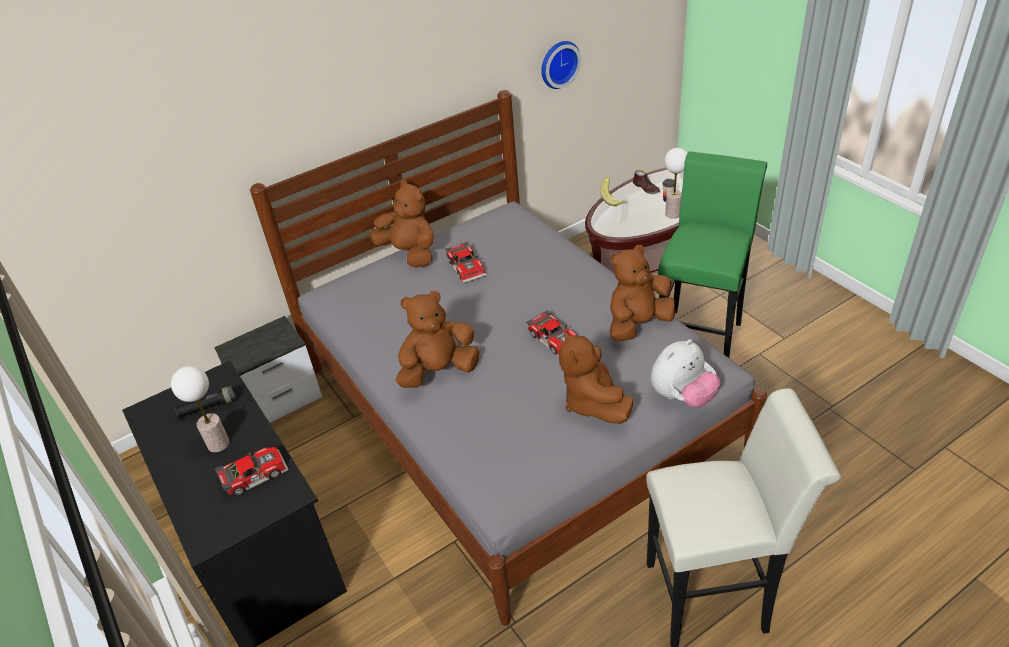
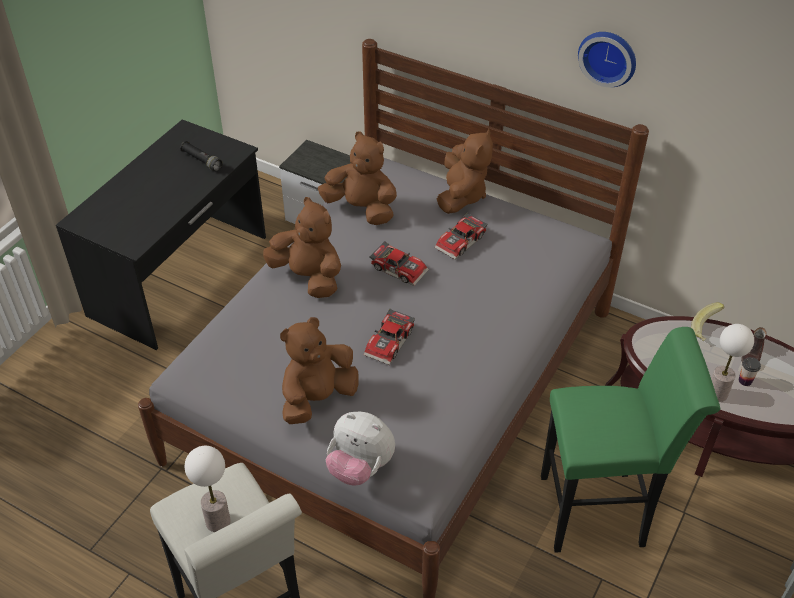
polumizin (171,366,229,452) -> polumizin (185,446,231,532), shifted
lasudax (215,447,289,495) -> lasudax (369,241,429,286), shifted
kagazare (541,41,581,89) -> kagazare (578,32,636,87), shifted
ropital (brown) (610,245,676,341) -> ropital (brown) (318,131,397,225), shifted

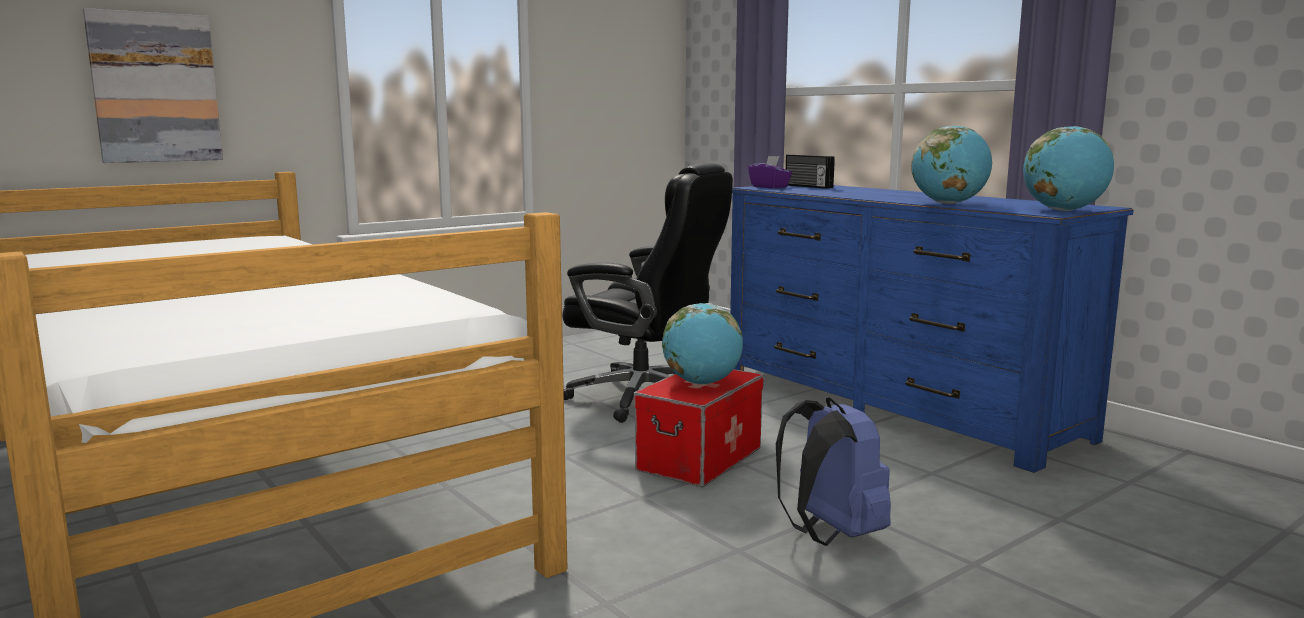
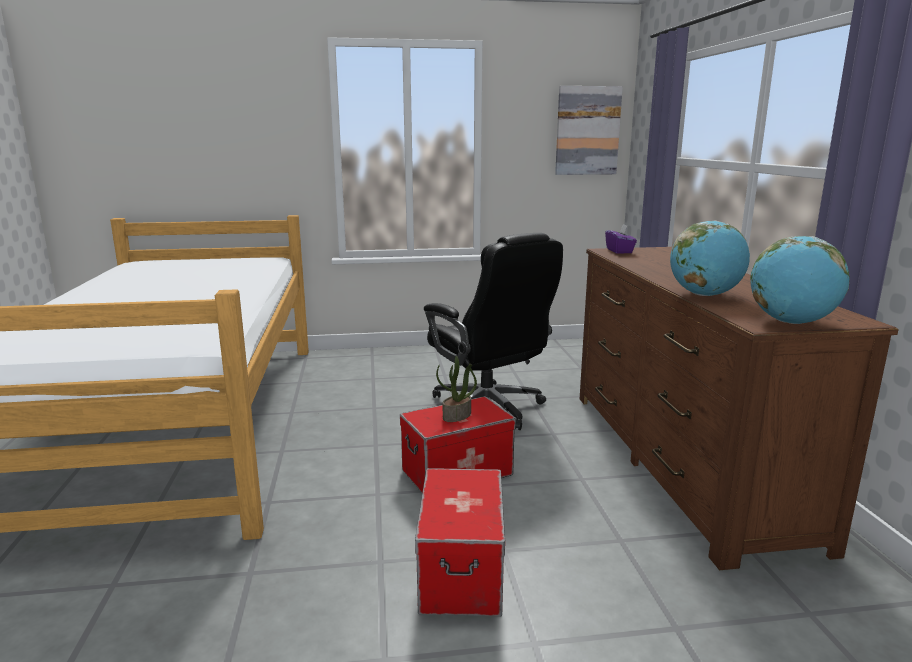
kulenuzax (786,155,835,189) -> none
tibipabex (83,8,223,163) -> tibipabex (555,86,623,175), shifted
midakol (662,303,743,384) -> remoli (436,356,477,422)
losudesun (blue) (776,397,891,546) -> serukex (415,468,505,617)
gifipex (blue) (730,185,1134,473) -> gifipex (brown) (580,247,899,570)

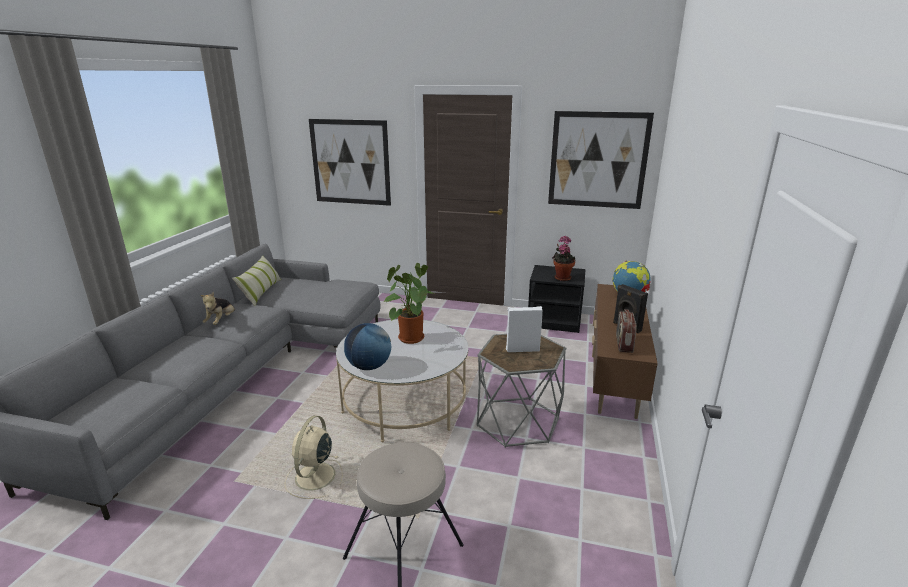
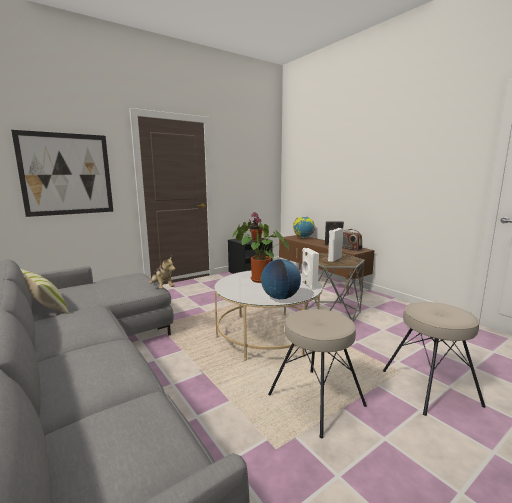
tibipabex (548,111,654,209) -> none
none -> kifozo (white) (301,248,319,289)
ropital (200,292,235,325) -> ropital (149,256,175,289), shifted
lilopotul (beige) (284,416,343,499) -> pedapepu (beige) (268,309,367,439)

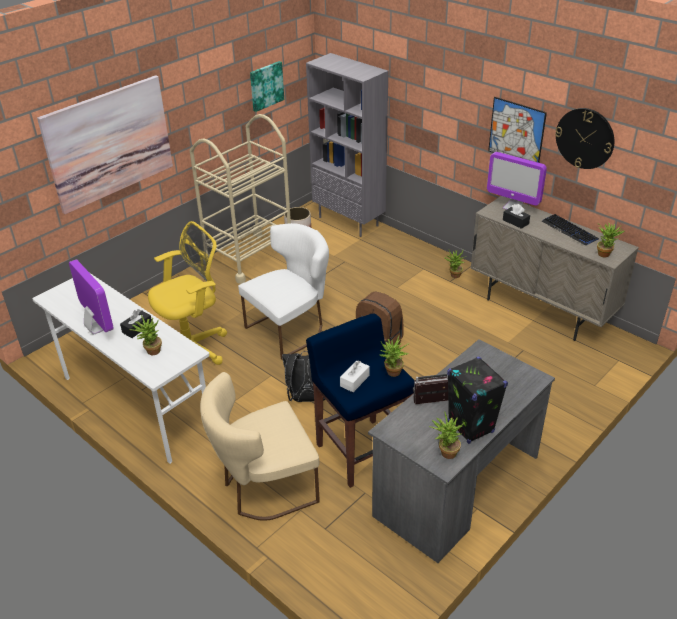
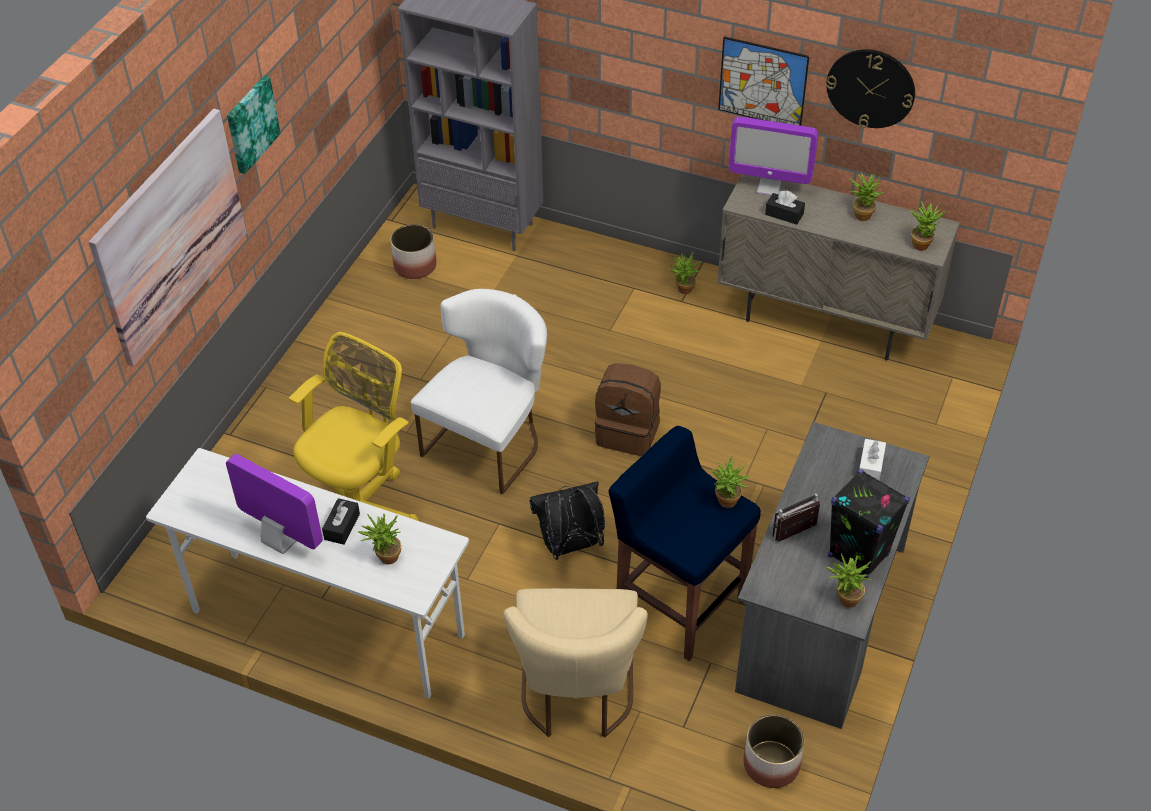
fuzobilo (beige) (190,114,291,284) -> none
none -> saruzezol (744,714,804,788)
tibipabex (250,61,284,112) -> tibipabex (227,75,281,174), shifted
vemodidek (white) (340,360,370,392) -> vemodidek (white) (859,439,886,480), shifted
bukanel (542,214,599,245) -> remoli (848,172,884,221)
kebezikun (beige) (200,372,320,521) -> kebezikun (beige) (503,588,648,738), 45 degrees counterclockwise

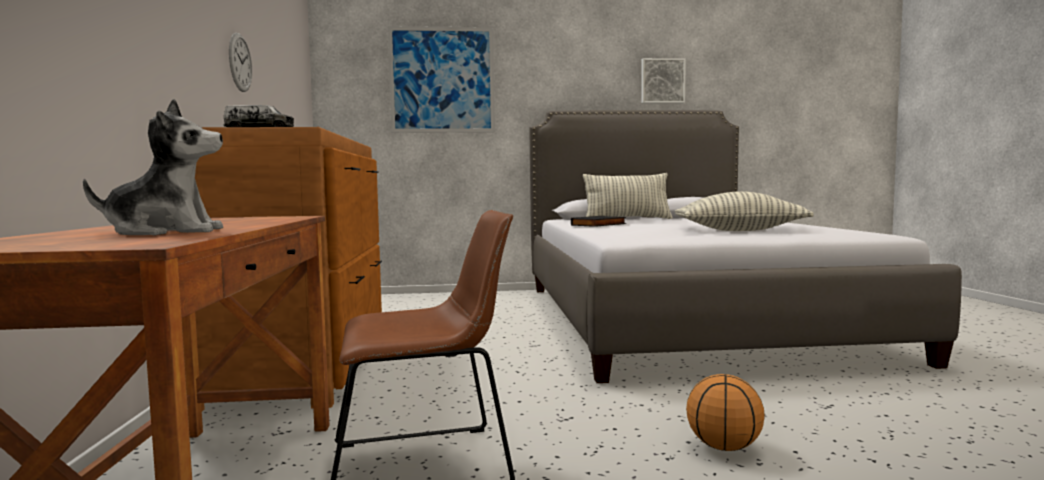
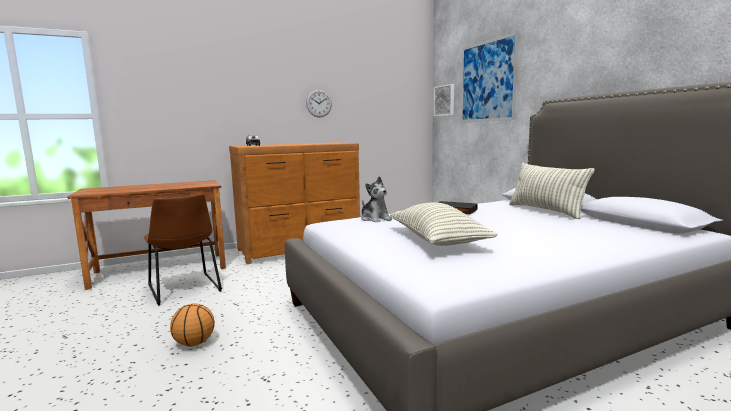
ropital (83,99,223,235) -> ropital (361,176,392,222), shifted
tibipabex (641,58,686,103) -> tibipabex (434,84,454,116), shifted

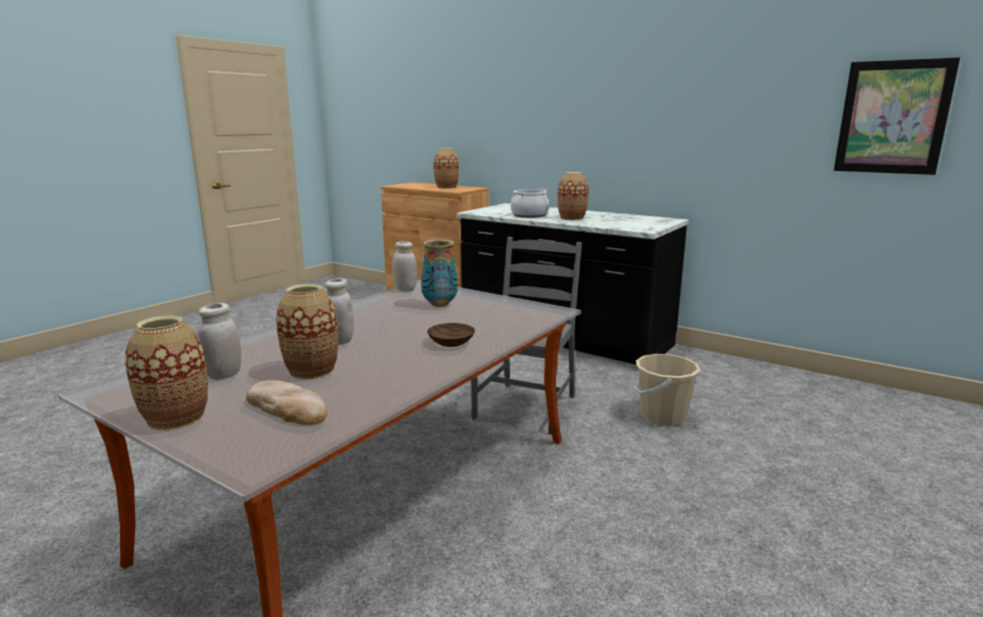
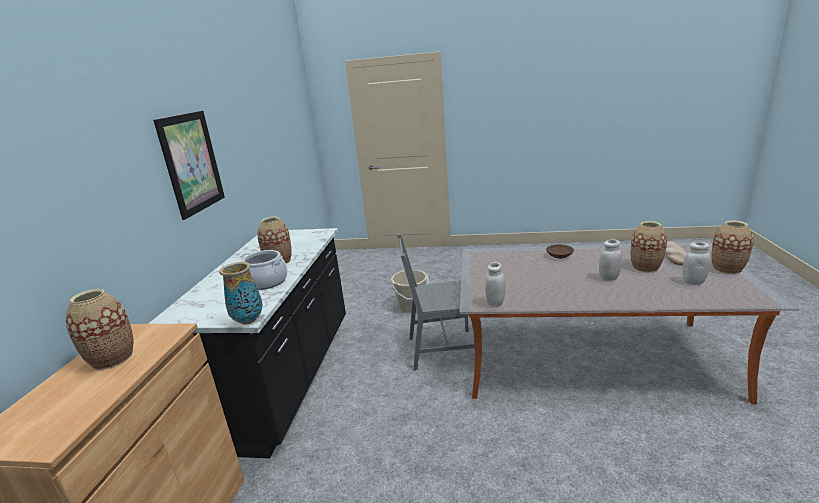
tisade (421,240,457,307) -> tisade (219,262,263,325), shifted
tibipabex (834,57,960,175) -> tibipabex (153,111,225,220), shifted

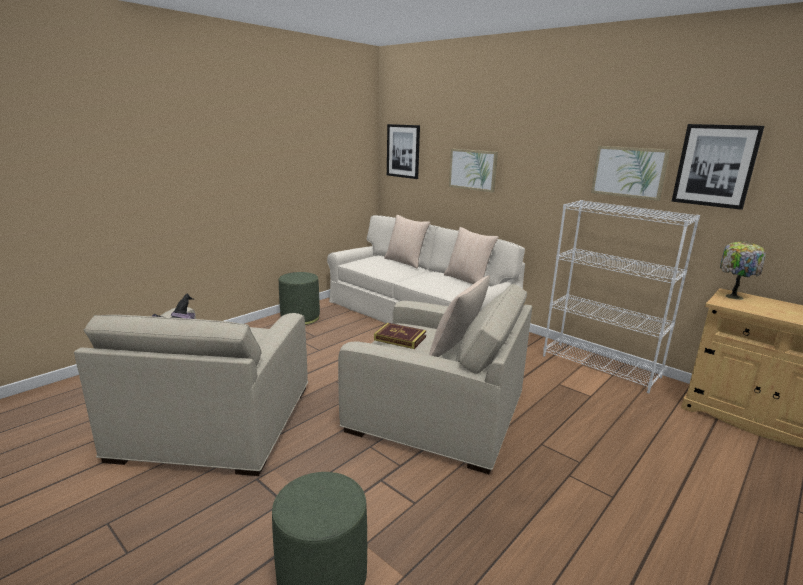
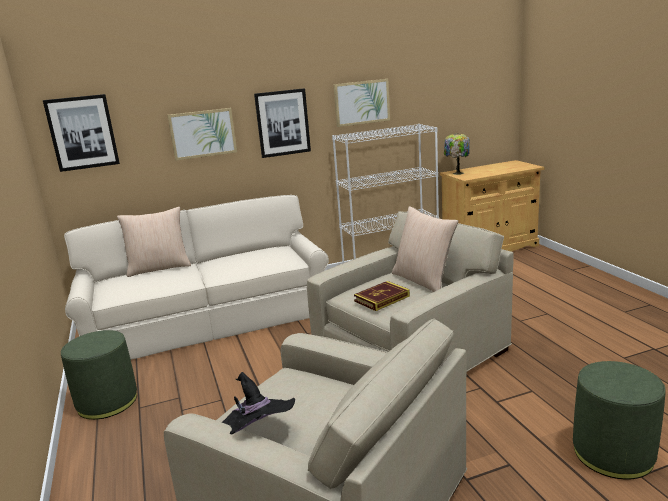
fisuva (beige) (444,227,499,284) -> none
tibipabex (672,124,764,210) -> tibipabex (254,88,311,158), shifted

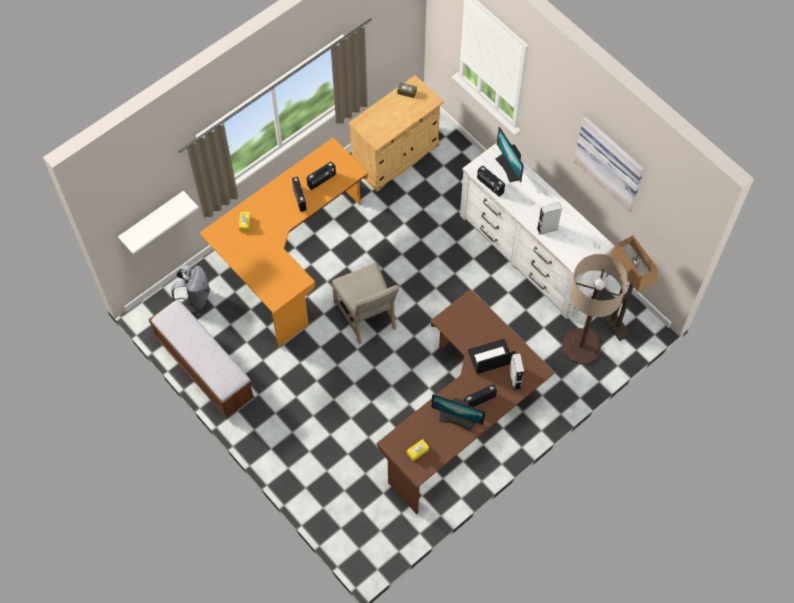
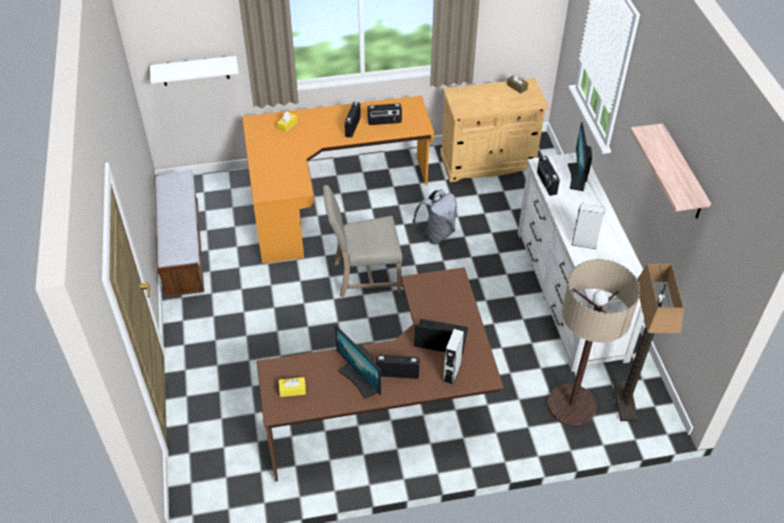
losudesun (grey) (171,265,210,310) -> losudesun (grey) (412,189,457,244), shifted
tibipabex (574,116,644,213) -> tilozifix (630,123,711,219)
kebezikun (beige) (332,262,399,344) -> kebezikun (beige) (323,185,403,297), 75 degrees clockwise

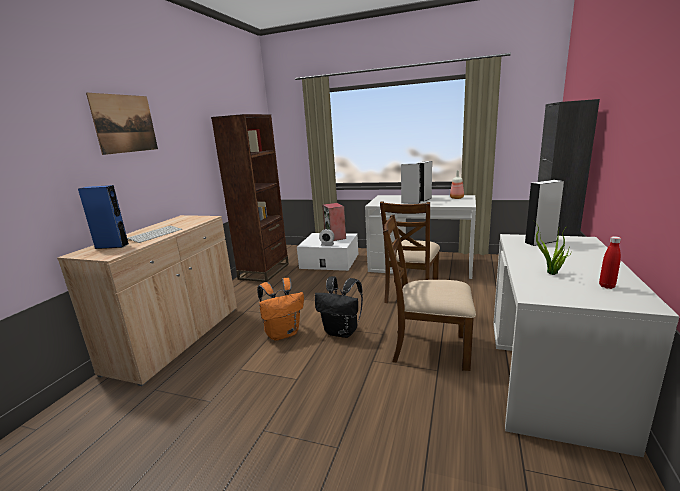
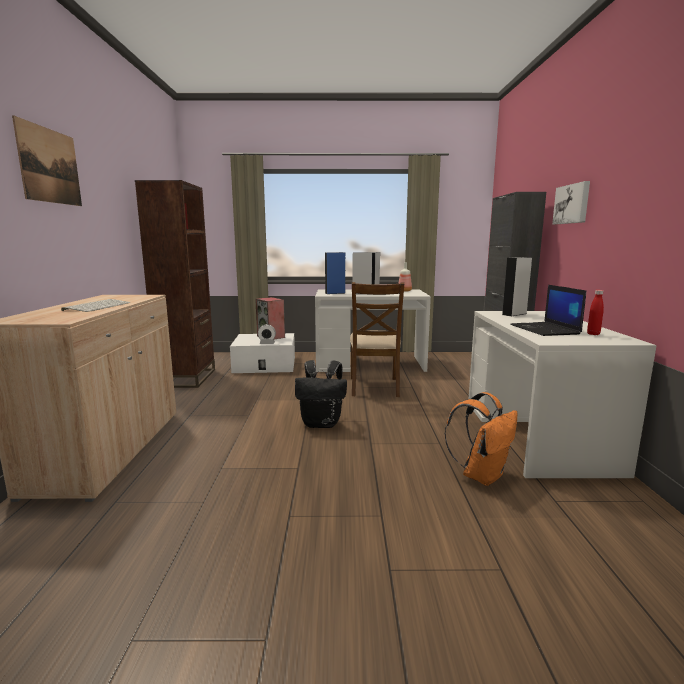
kebezikun (brown) (383,215,476,371) -> none
none -> tibipabex (552,181,590,224)
kifozo (blue) (78,185,129,249) -> kifozo (blue) (325,252,346,294), shifted
losudesun (orange) (257,278,304,341) -> losudesun (orange) (444,392,518,486), shifted
remoli (535,222,569,275) -> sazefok (510,285,586,336)

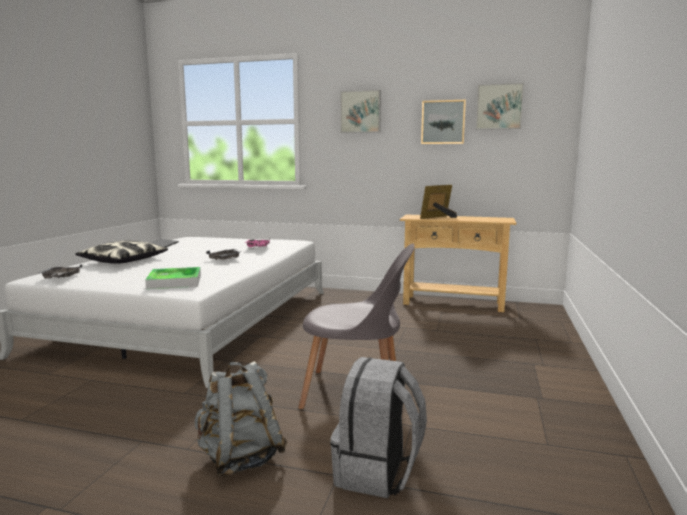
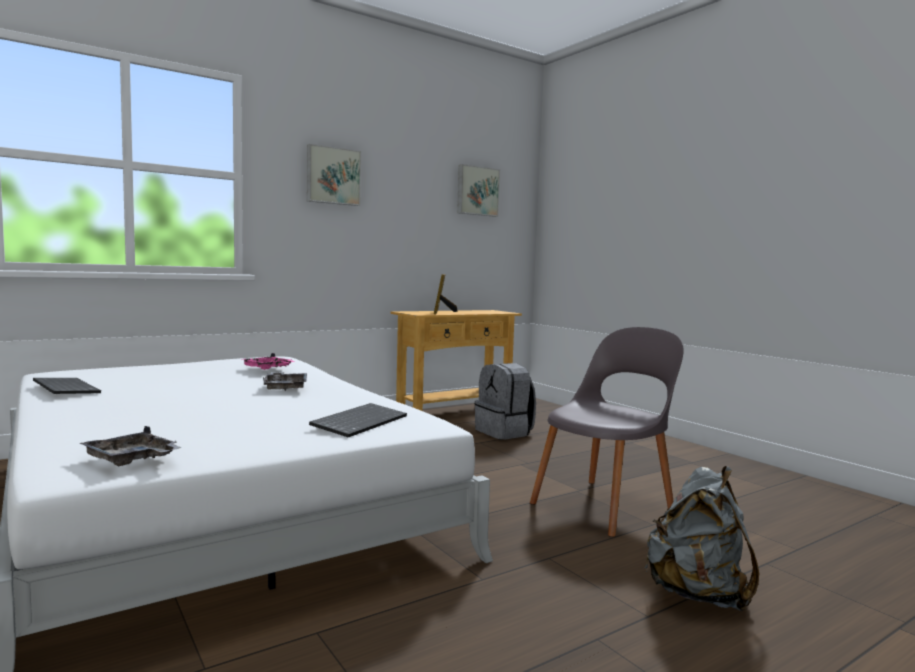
fisuva (75,240,168,264) -> none
tibipabex (421,100,466,144) -> none
losudesun (grey) (330,357,427,498) -> losudesun (grey) (474,363,536,439), shifted
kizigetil (145,267,201,289) -> bukanel (309,403,407,438)

